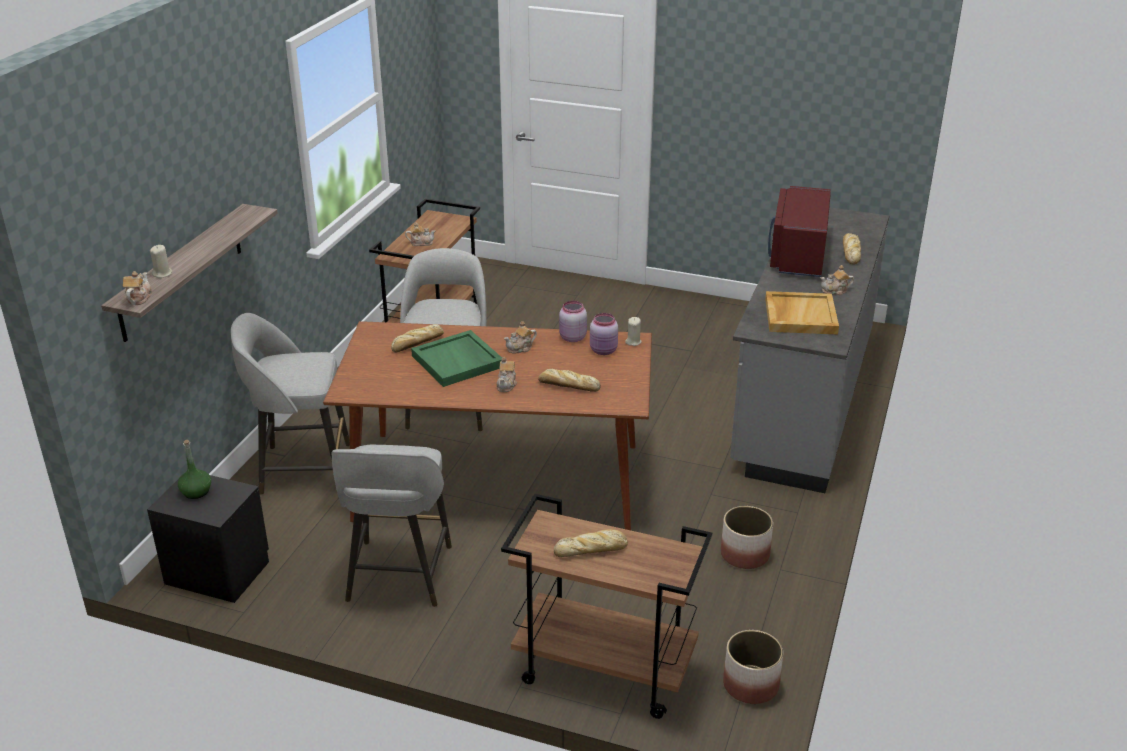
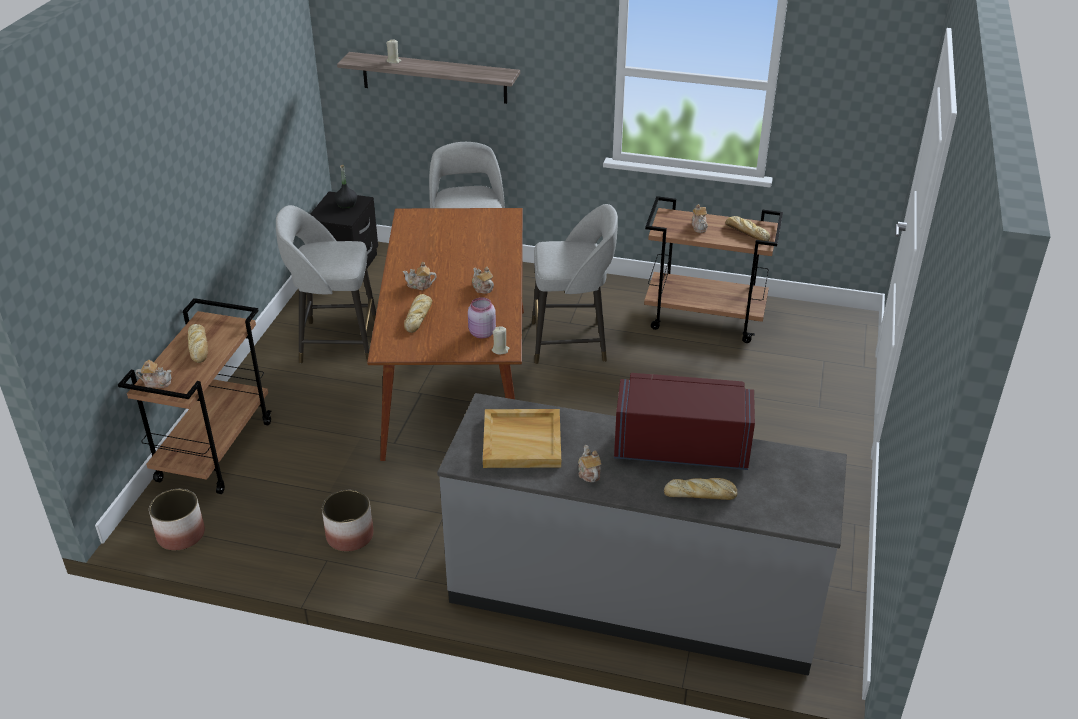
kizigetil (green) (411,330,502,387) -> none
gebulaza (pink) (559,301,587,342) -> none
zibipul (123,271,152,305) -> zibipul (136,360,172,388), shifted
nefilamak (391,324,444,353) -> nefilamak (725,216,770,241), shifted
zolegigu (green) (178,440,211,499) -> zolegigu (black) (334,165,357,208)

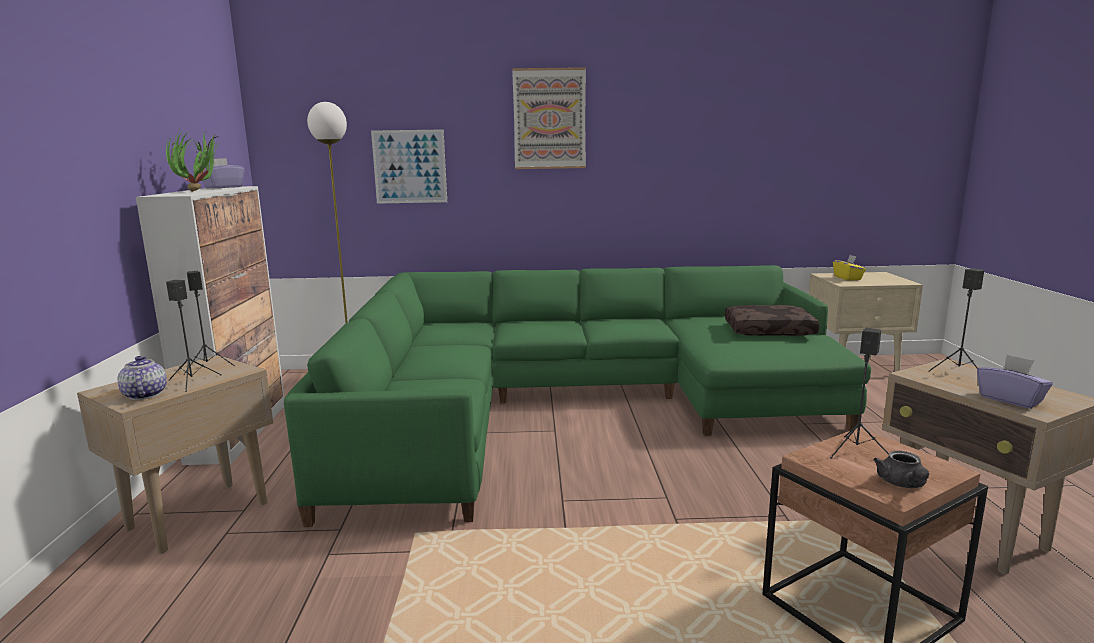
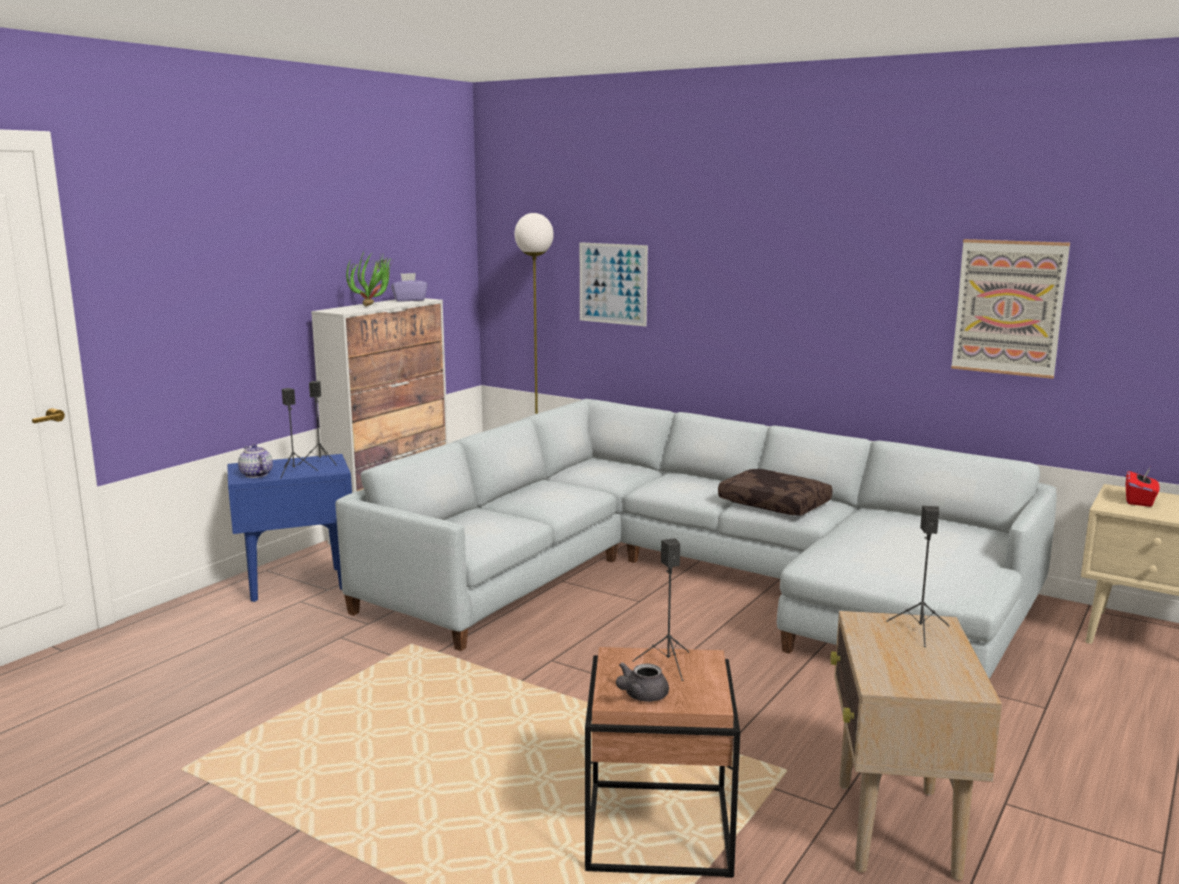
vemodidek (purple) (977,354,1053,409) -> none
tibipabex (512,67,586,169) -> tibipabex (951,239,1070,379), shifted
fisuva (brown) (725,305,820,336) -> fisuva (brown) (718,469,832,516), shifted
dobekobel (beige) (77,355,273,554) -> dobekobel (blue) (227,454,352,602)
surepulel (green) (284,265,871,527) -> surepulel (grey) (335,399,1057,679)
vemodidek (yellow) (833,255,866,281) -> vemodidek (red) (1126,467,1159,507)
zibipul (117,356,167,400) -> zibipul (238,444,273,478), 45 degrees counterclockwise

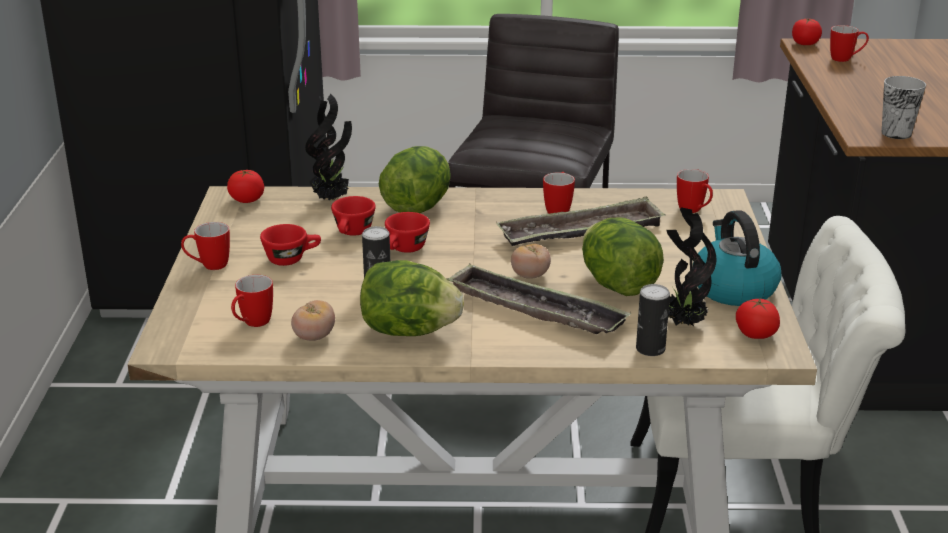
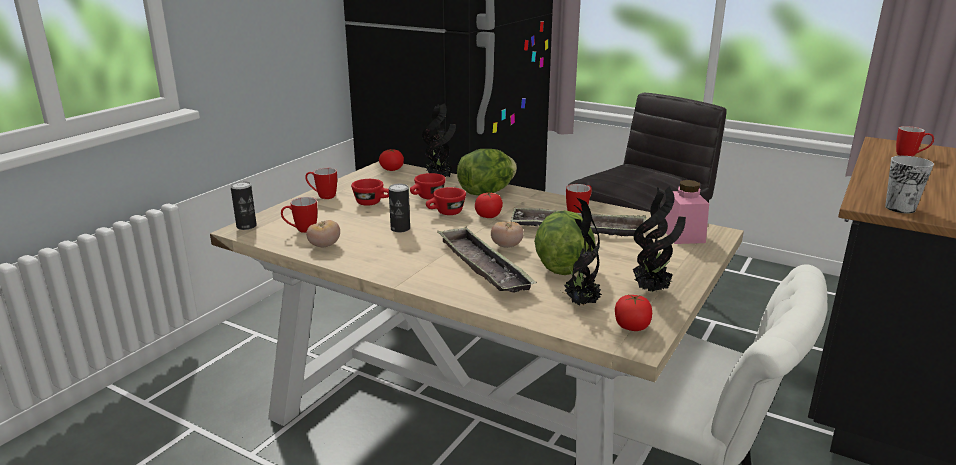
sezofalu (360,260,464,336) -> none
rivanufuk (636,284,670,356) -> rivanufuk (231,181,257,230), shifted
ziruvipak (792,19,822,45) -> ziruvipak (475,193,503,218), shifted
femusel (677,169,713,213) -> gebulaza (pink) (665,180,709,244)
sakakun (693,210,781,306) -> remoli (633,187,686,293)

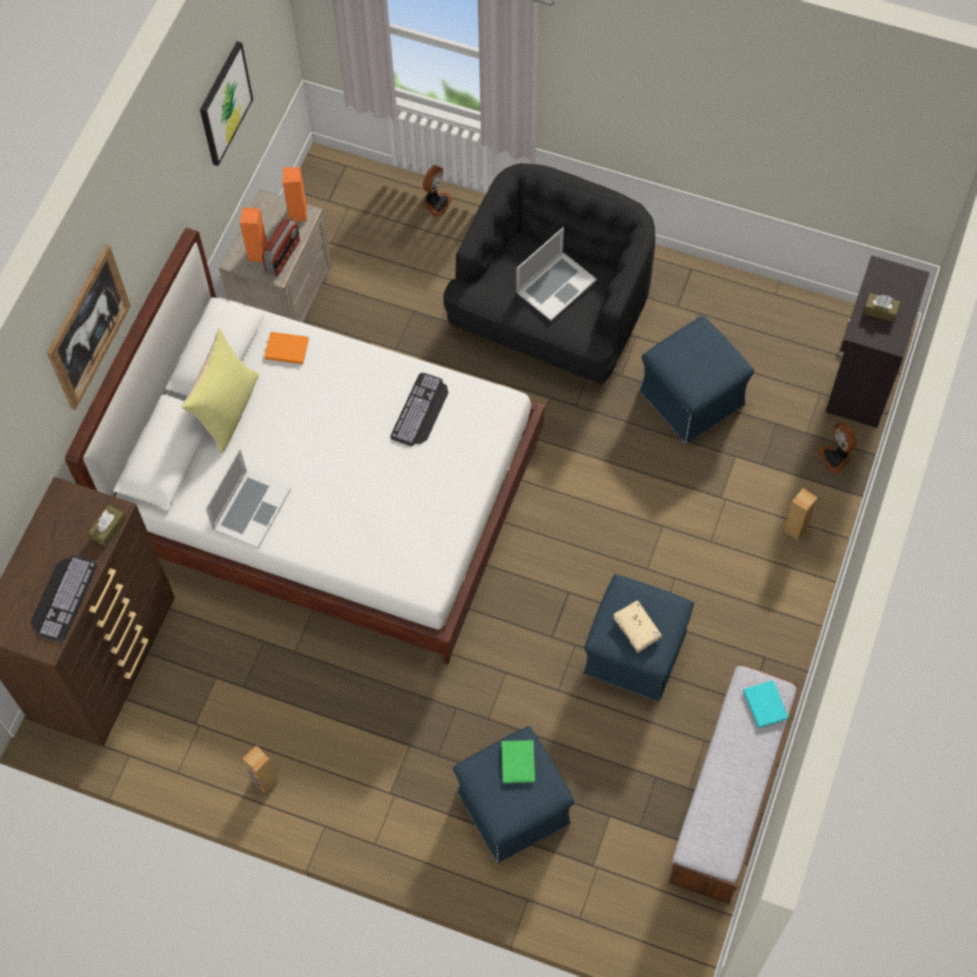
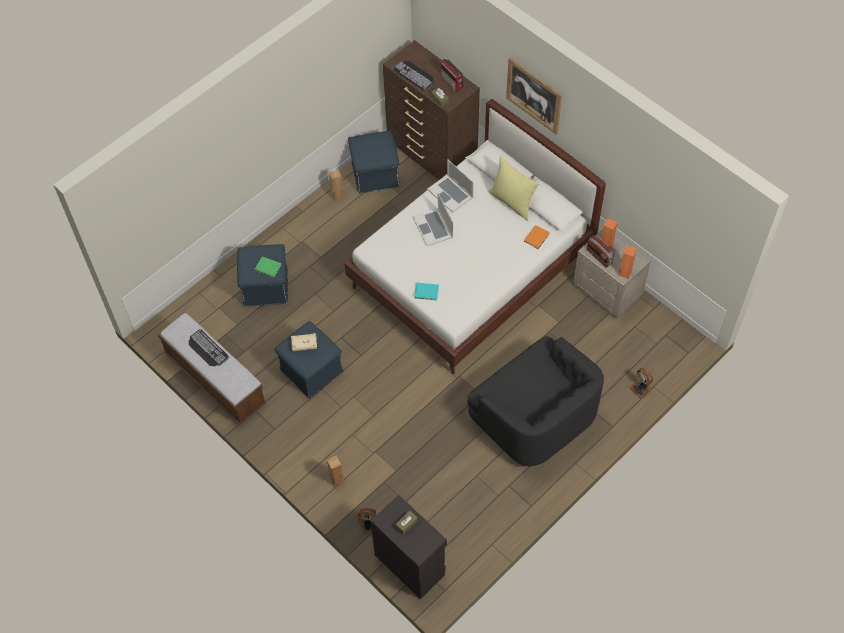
tibipabex (200,41,253,166) -> none
none -> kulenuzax (441,59,463,92)
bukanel (391,373,449,446) -> bukanel (189,329,229,367), shifted
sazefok (516,228,597,321) -> sazefok (413,193,453,246), shifted
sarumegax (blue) (639,316,754,444) -> sarumegax (blue) (348,131,400,194), shifted
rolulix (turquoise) (743,680,789,729) -> rolulix (turquoise) (414,282,439,300), shifted

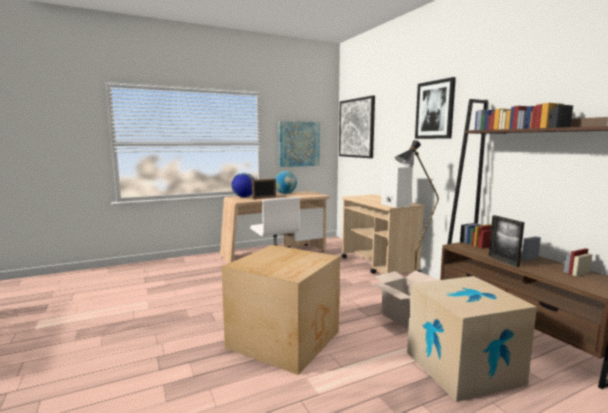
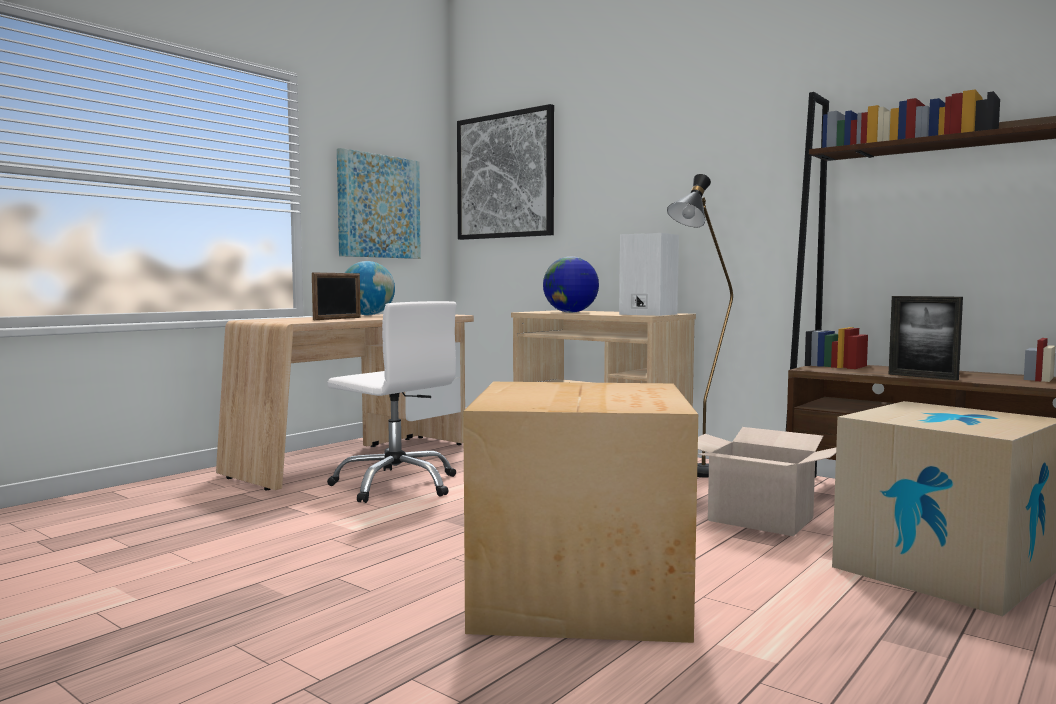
tibipabex (415,77,456,139) -> none
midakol (231,173,255,197) -> midakol (543,256,599,313), shifted

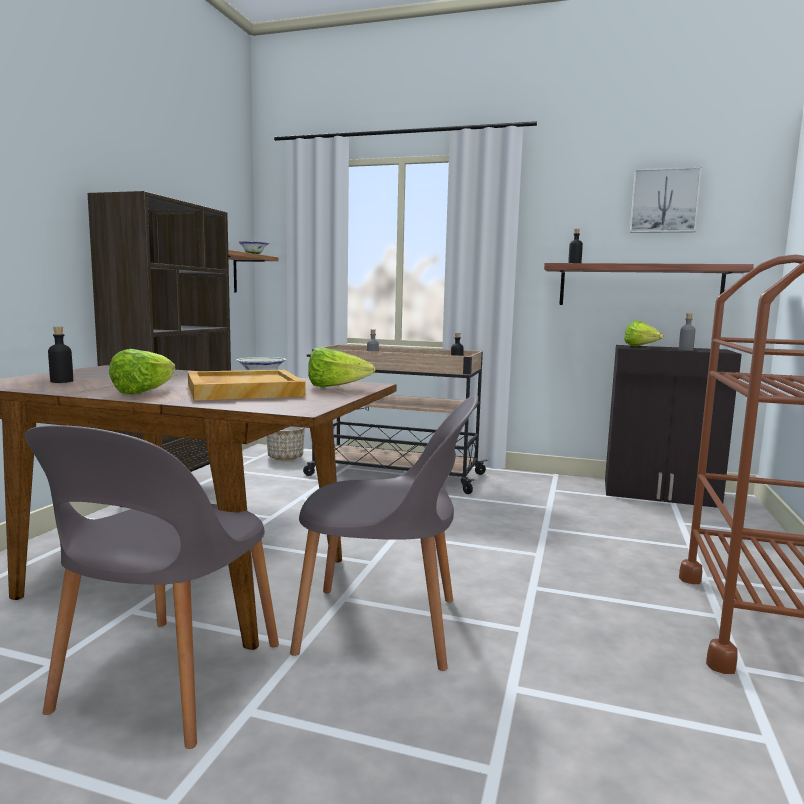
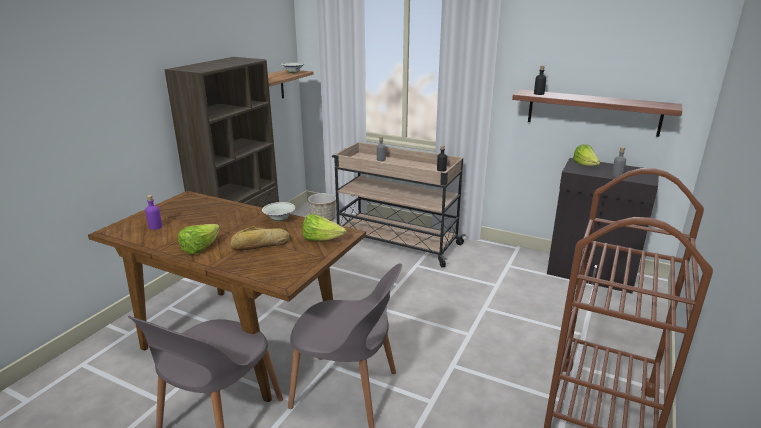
tibipabex (630,167,702,233) -> none
kizigetil (beige) (188,370,305,401) -> nefilamak (230,226,290,251)
zolegigu (black) (48,327,73,383) -> zolegigu (purple) (145,195,162,230)

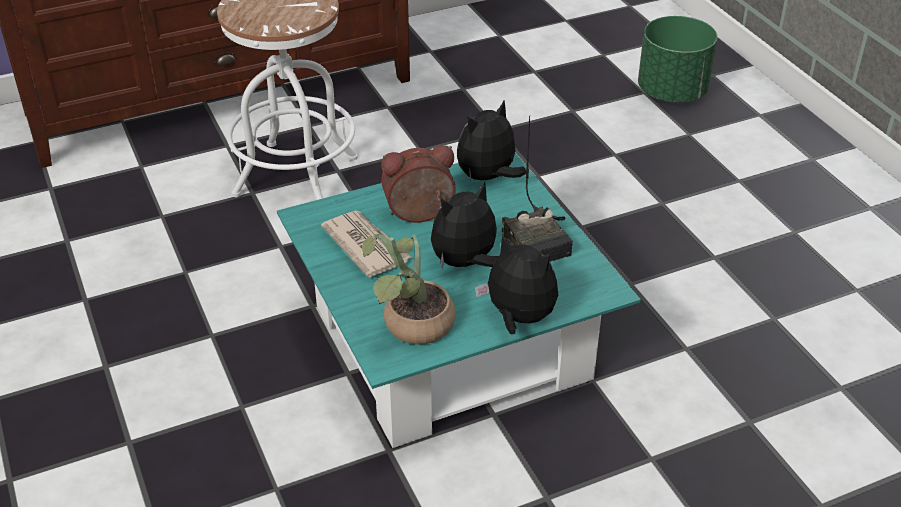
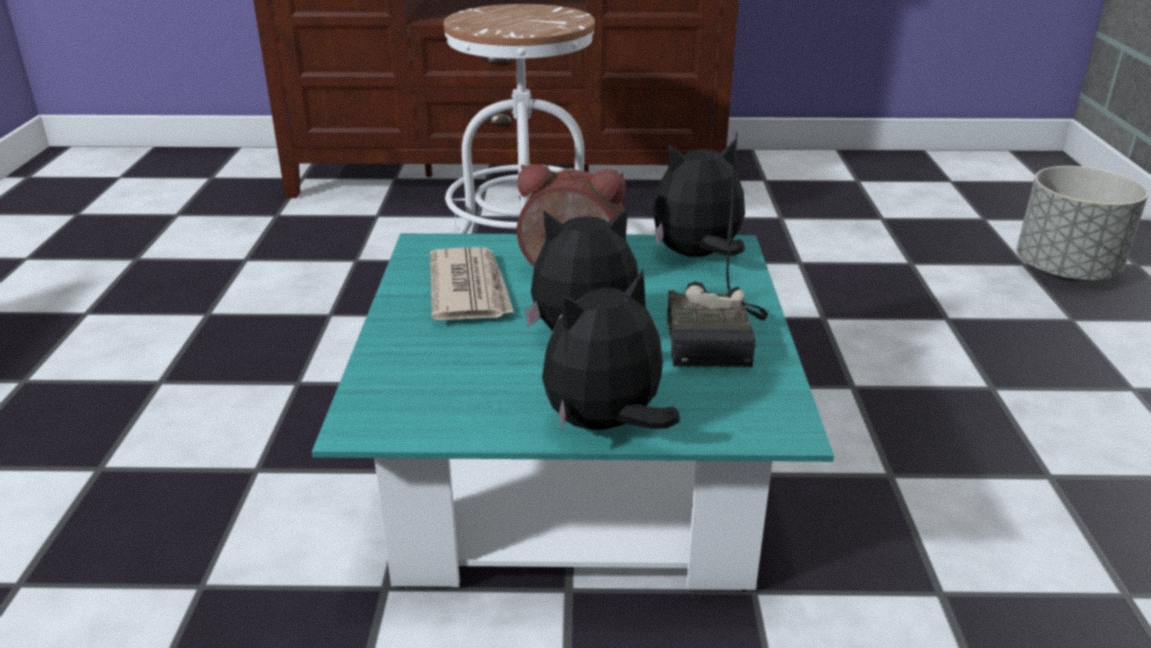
remoli (361,234,456,344) -> none
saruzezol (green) (638,16,718,102) -> saruzezol (grey) (1017,166,1148,281)
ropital (475,234,558,334) -> ropital (542,269,680,431), 90 degrees counterclockwise

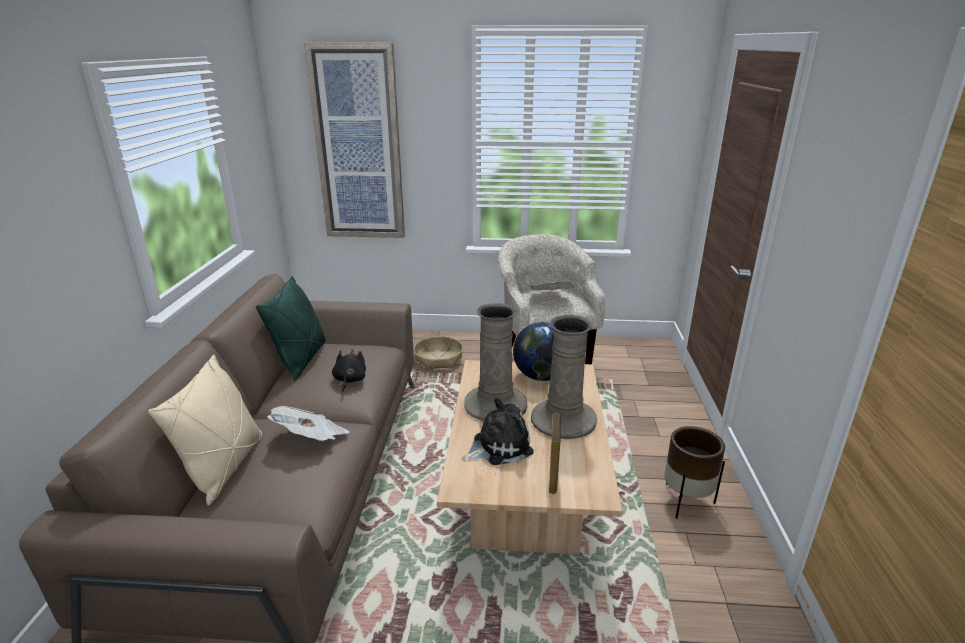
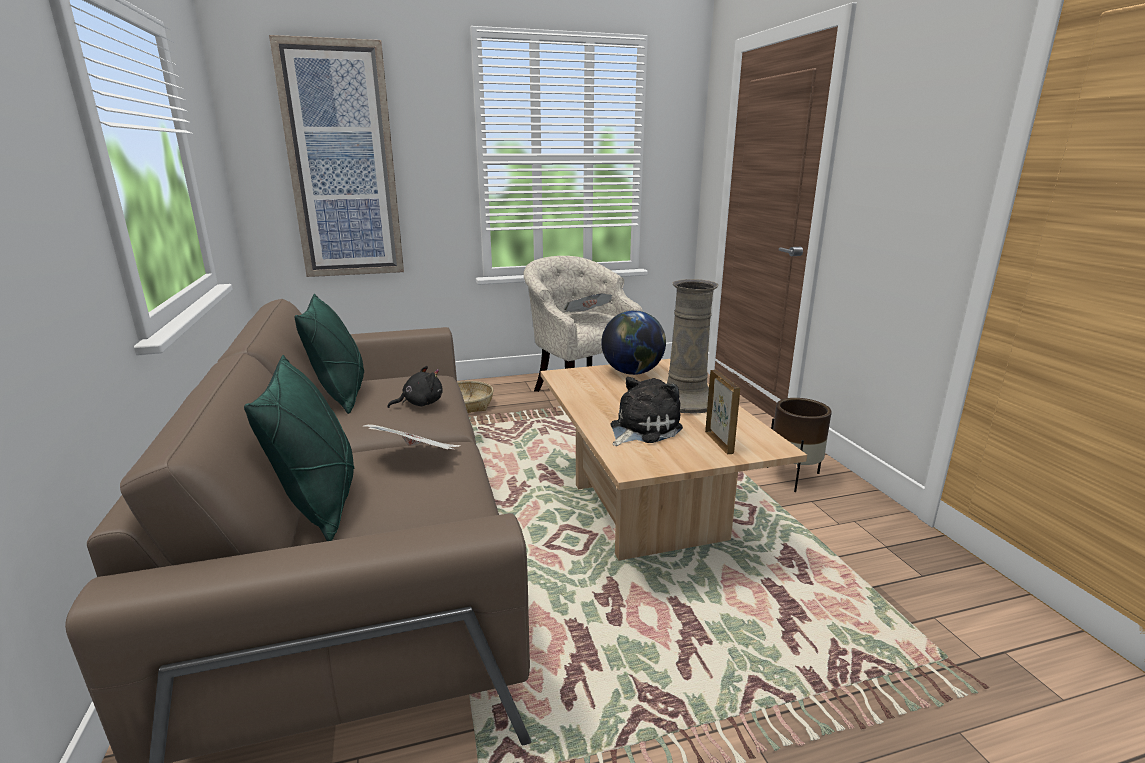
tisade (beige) (464,303,527,421) -> none
fisuva (beige) (148,355,262,506) -> fisuva (green) (244,355,354,541)
ropital (black) (332,349,366,392) -> ropital (black) (388,366,443,408), 75 degrees clockwise

